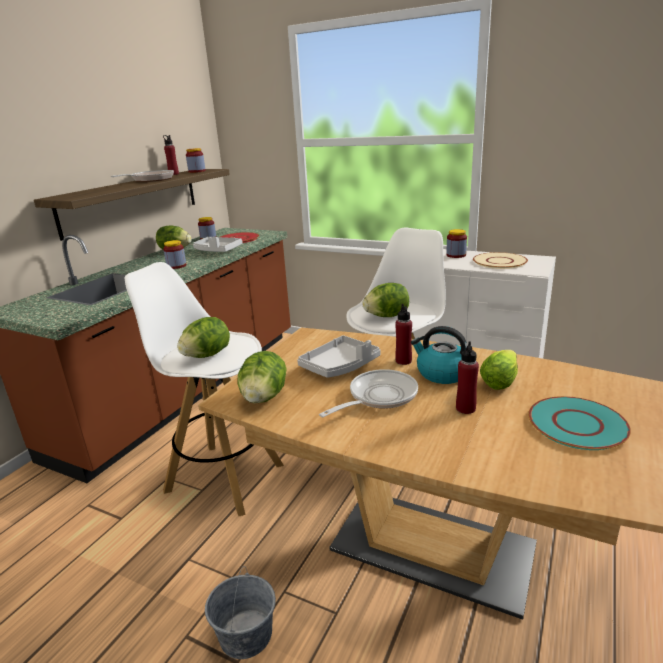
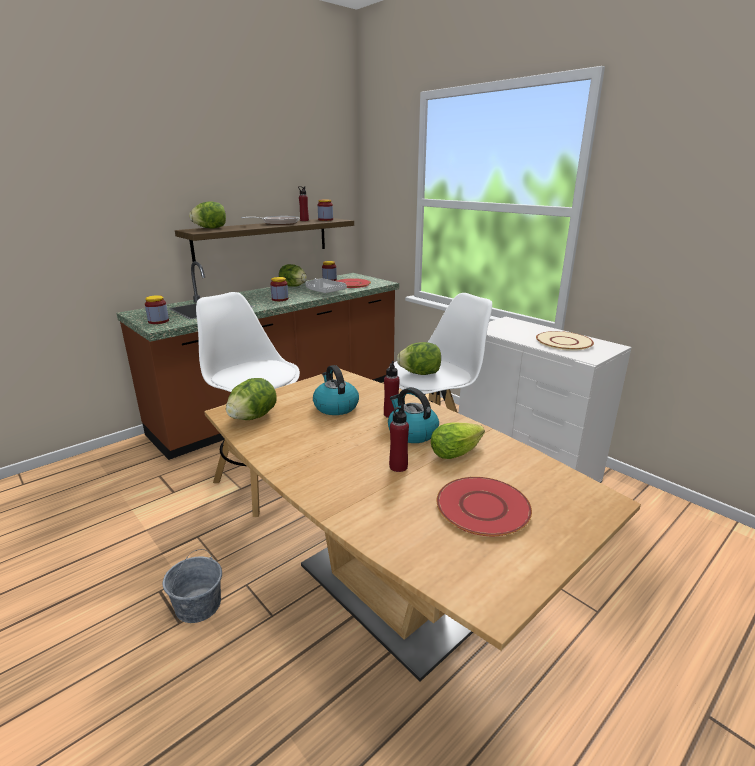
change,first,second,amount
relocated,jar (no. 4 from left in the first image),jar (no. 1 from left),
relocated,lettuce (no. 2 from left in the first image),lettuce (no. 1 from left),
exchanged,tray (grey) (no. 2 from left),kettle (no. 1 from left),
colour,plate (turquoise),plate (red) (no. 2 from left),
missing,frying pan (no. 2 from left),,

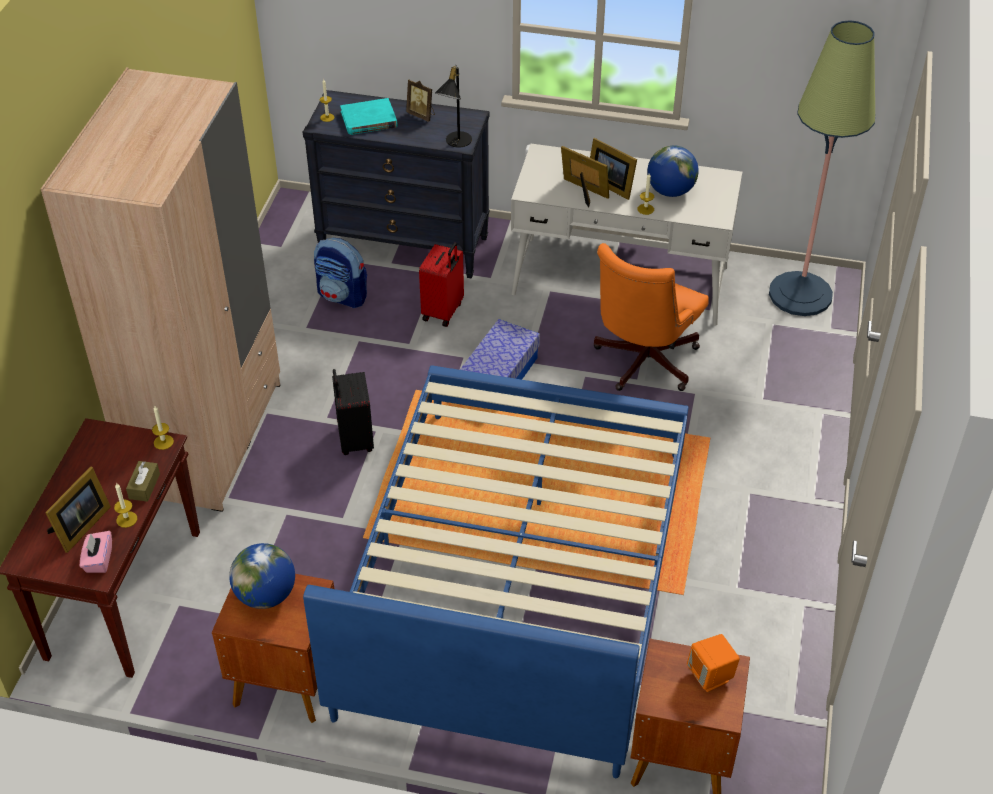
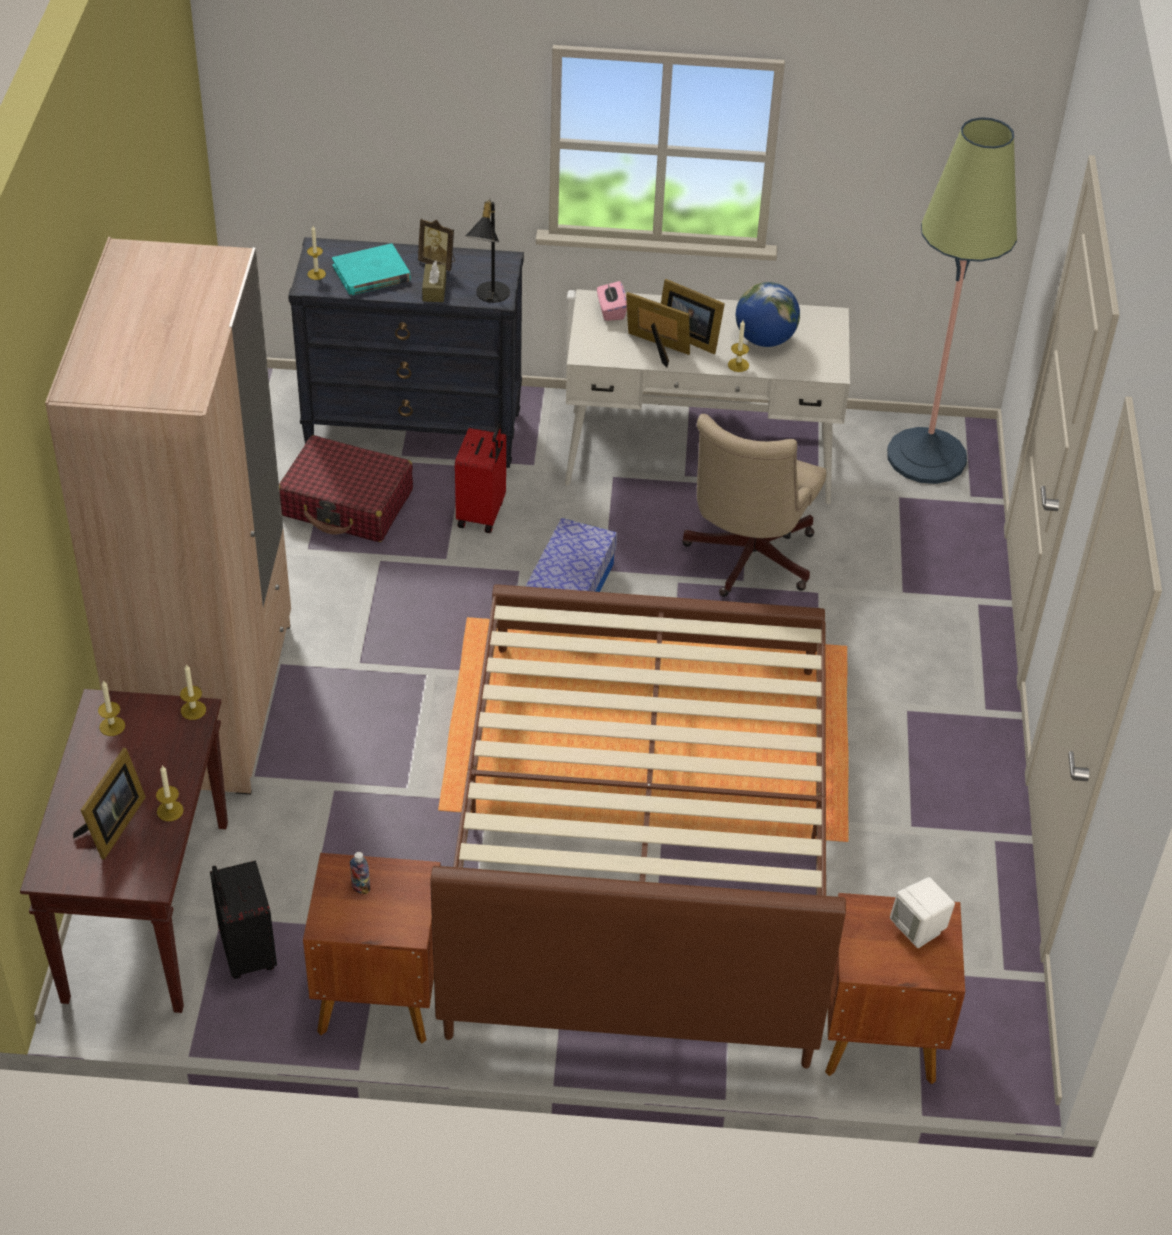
change,first,second,amount
appeared,,candle (no. 1 from left),
relocated,suitcase (black),,
exchanged,backpack,suitcase (red) (no. 1 from left),
exchanged,globe (no. 1 from left),bottle,
relocated,tissue box (brown),,
colour,bed (blue),bed (brown),
relocated,tissue box (pink),,
colour,office chair (orange),office chair (beige),
colour,speaker (orange),speaker (white),

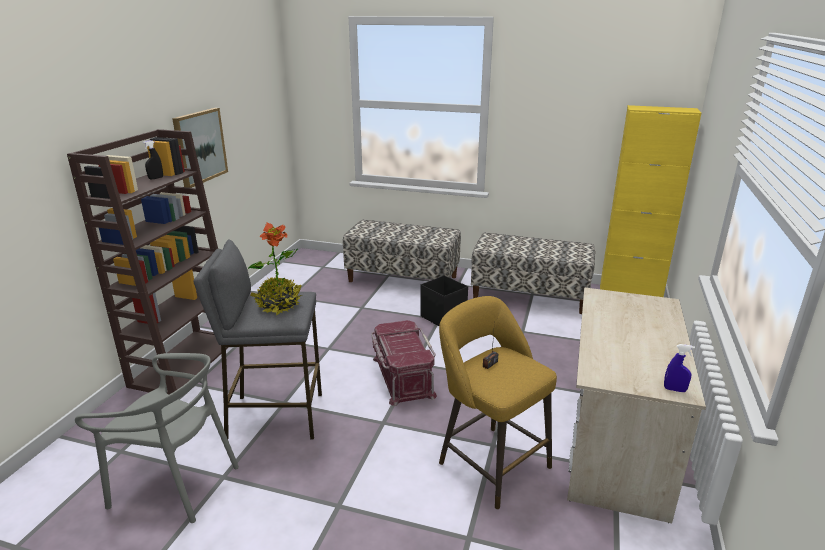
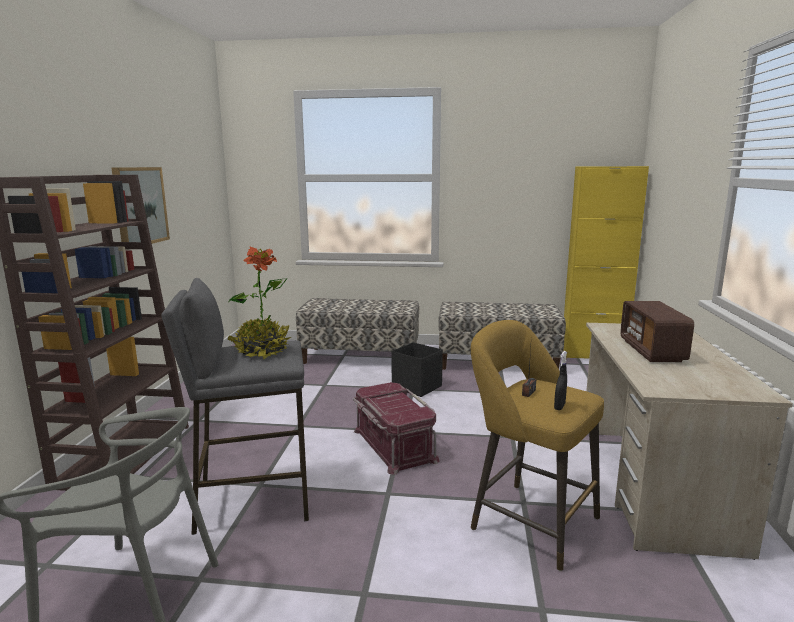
change,first,second,amount
relocated,spray bottle (black),,
appeared,,radio (no. 2 from left),
missing,spray bottle (blue),,

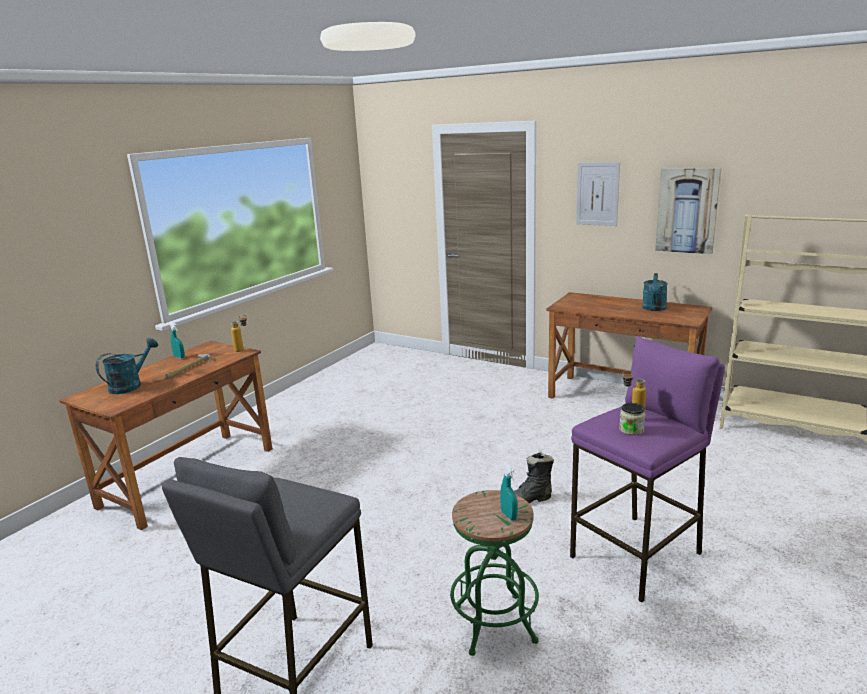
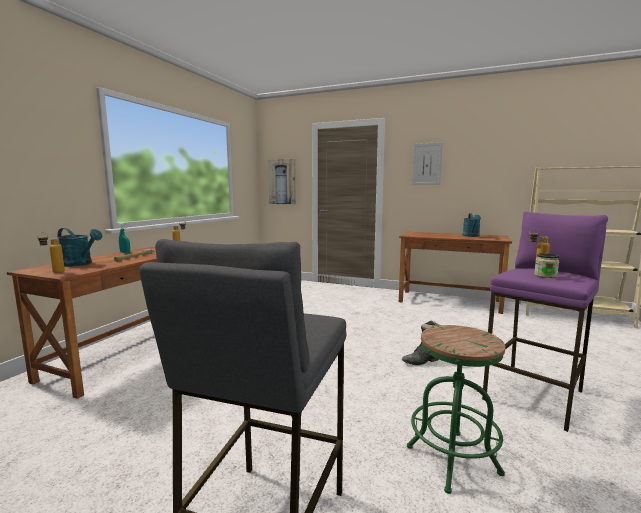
change,first,second,amount
appeared,,bottle (no. 1 from left),
spun,watering can (turquoise) (no. 1 from left),,90 degrees clockwise
relocated,picture (no. 2 from left in the first image),picture (no. 1 from left),
missing,spray bottle (turquoise) (no. 2 from left),,

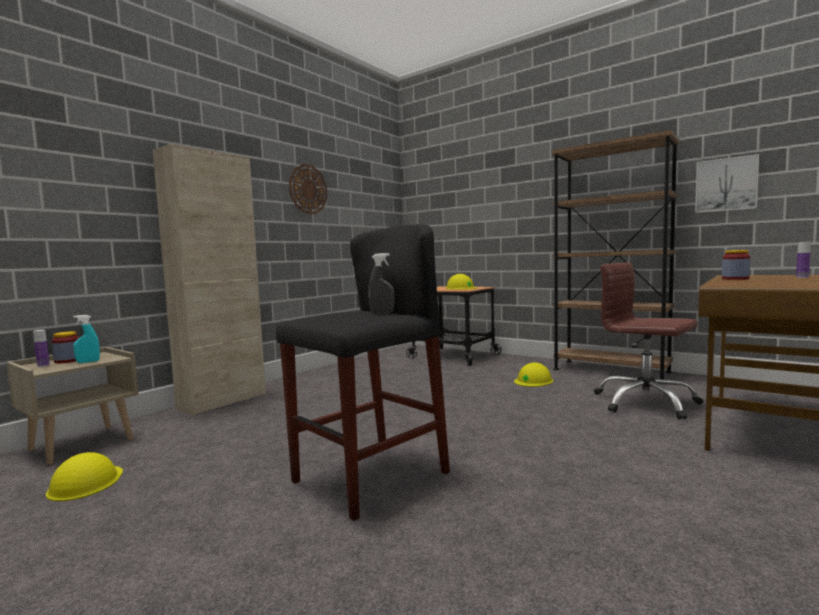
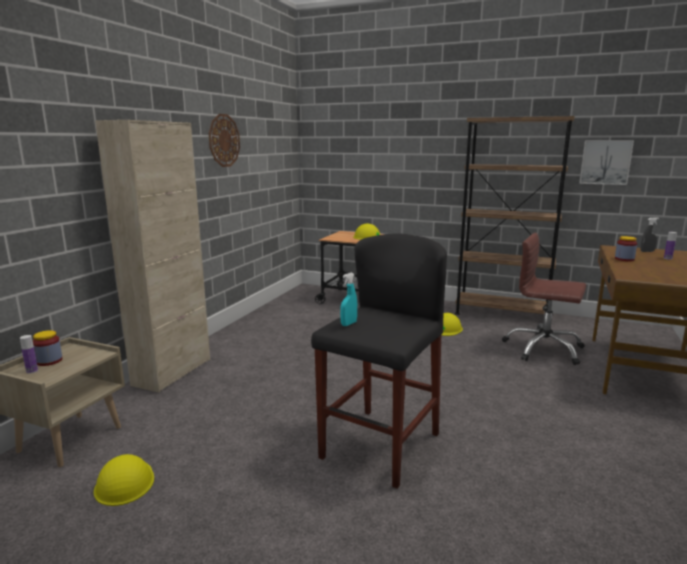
change,first,second,amount
relocated,spray bottle (turquoise),,
relocated,spray bottle (grey),,

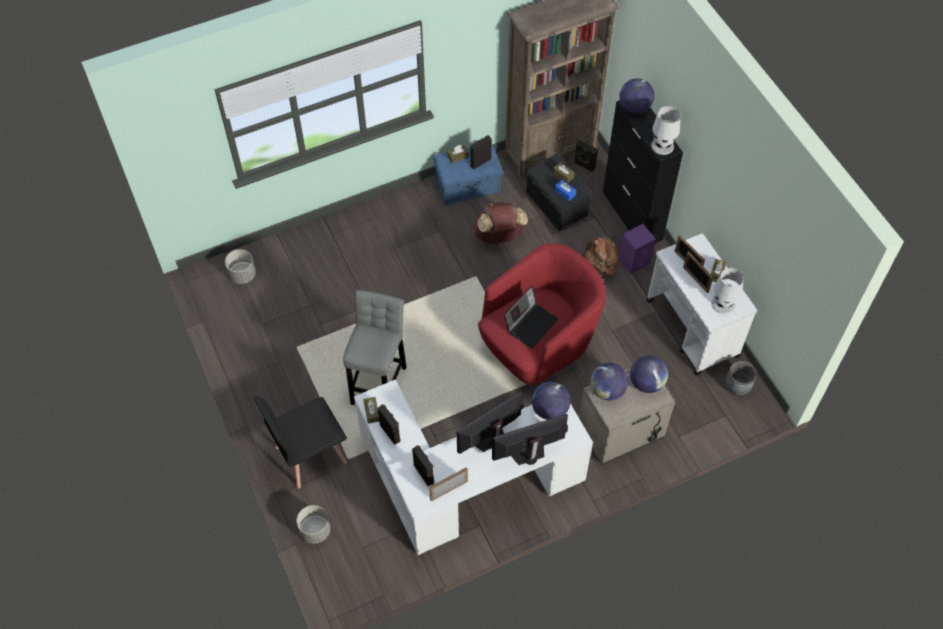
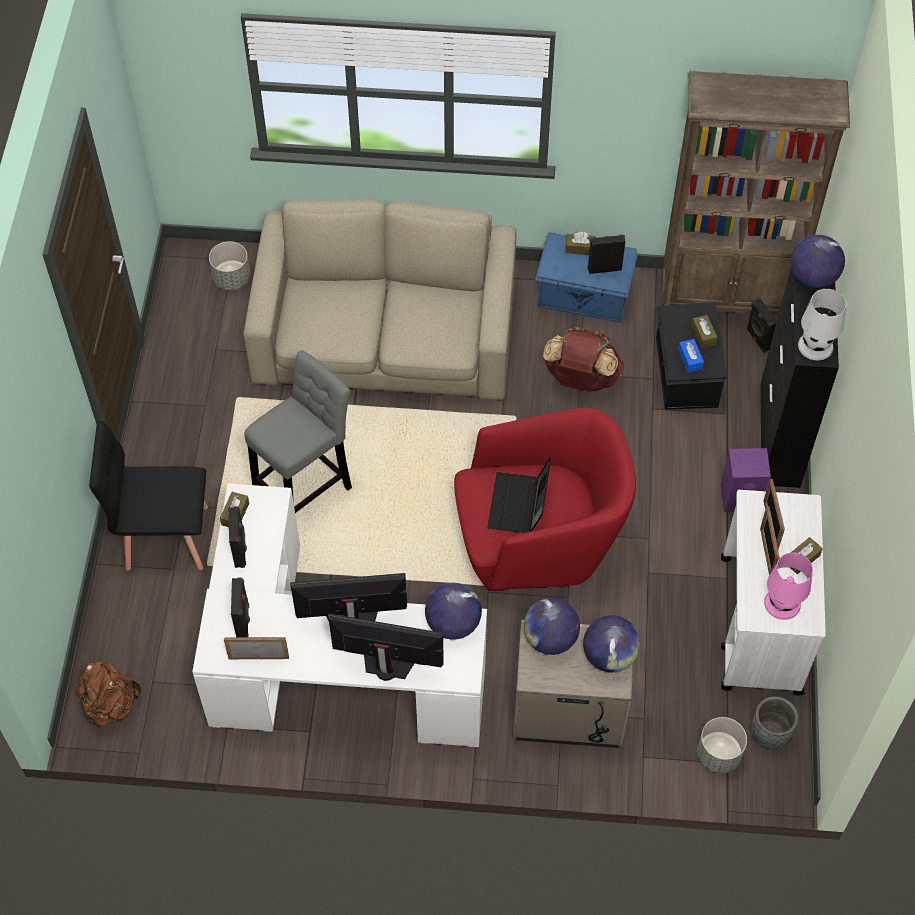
change,first,second,amount
relocated,backpack (brown) (no. 2 from left in the first image),backpack (brown) (no. 1 from left),
appeared,,sofa (beige),
spun,laptop,,120 degrees clockwise
relocated,planter (grey) (no. 2 from left),,
colour,table lamp (white) (no. 2 from left),table lamp (pink),

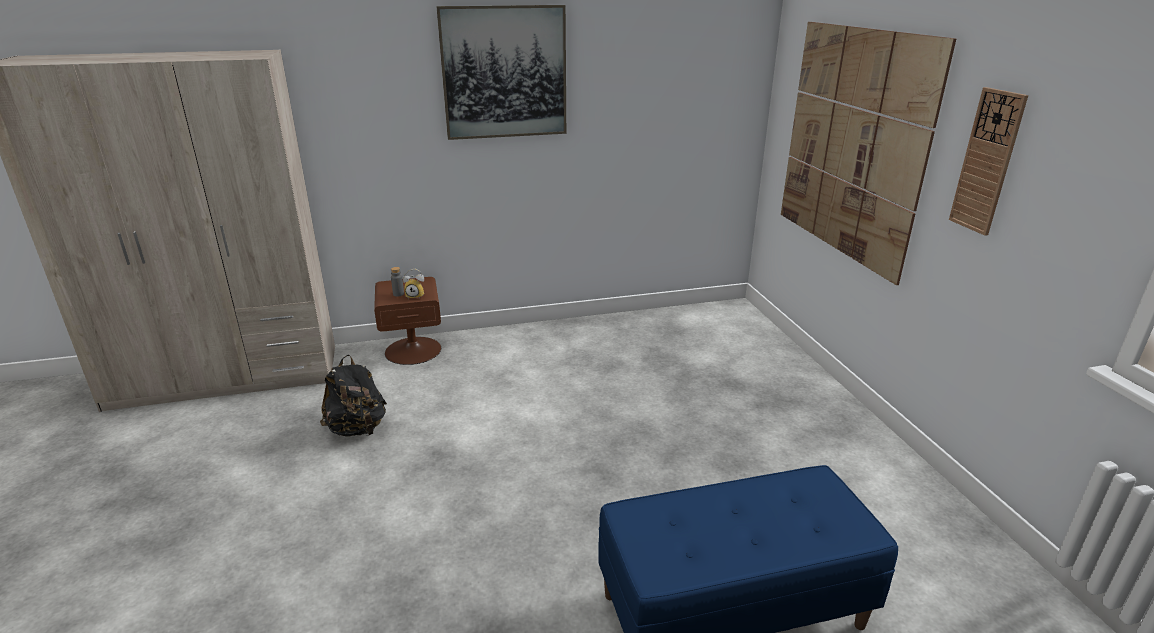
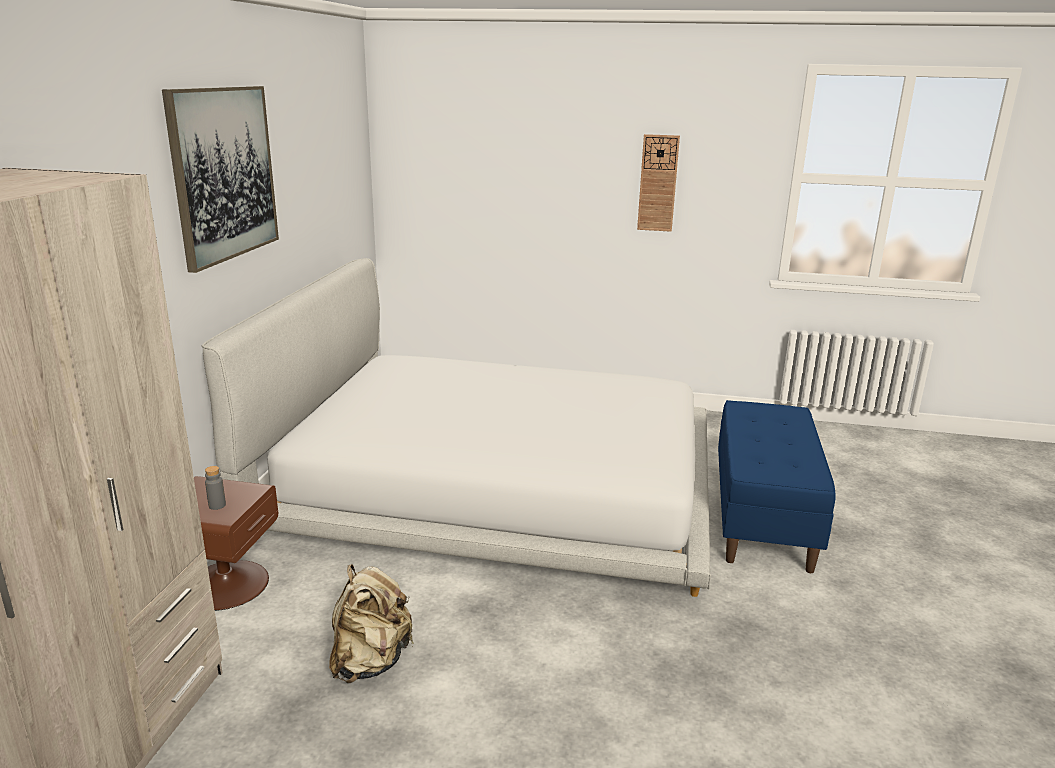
change,first,second,amount
appeared,,bed (white),
colour,backpack (black),backpack (beige),
missing,alarm clock,,
missing,picture (no. 2 from left),,

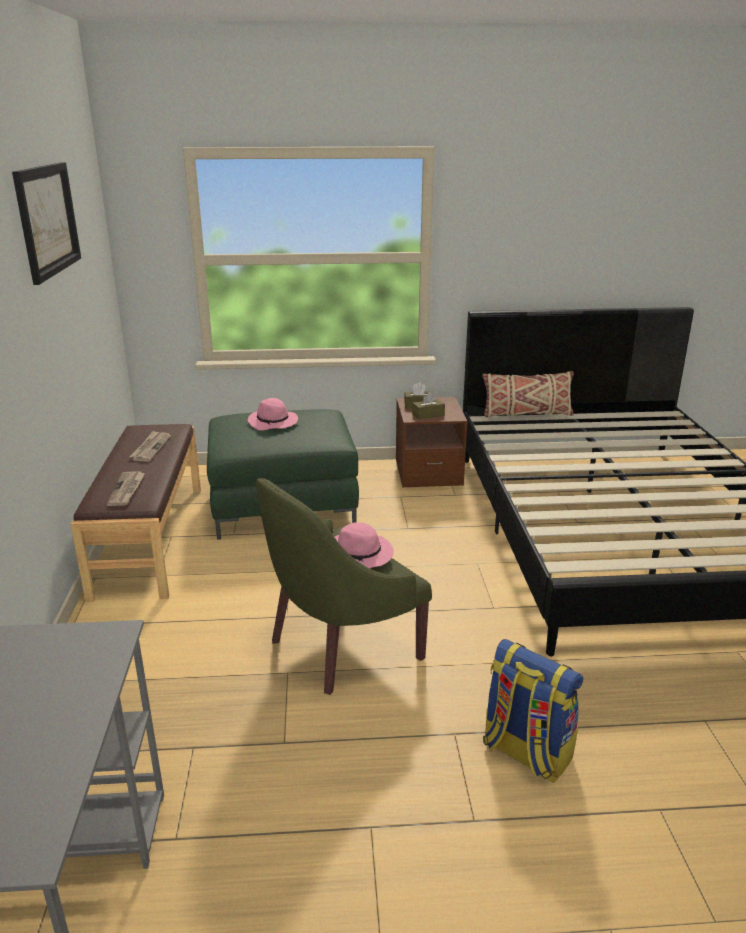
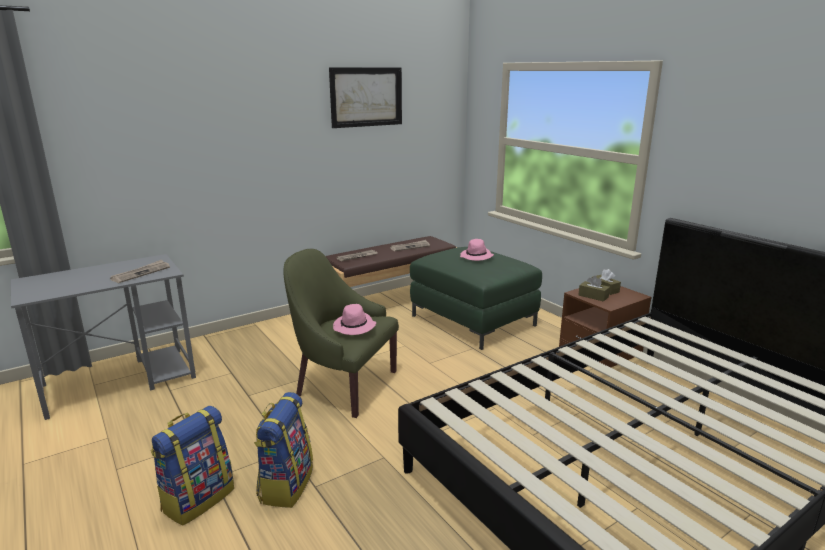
change,first,second,amount
appeared,,newspaper (no. 1 from left),
appeared,,backpack (no. 1 from left),
missing,pillow (beige),,

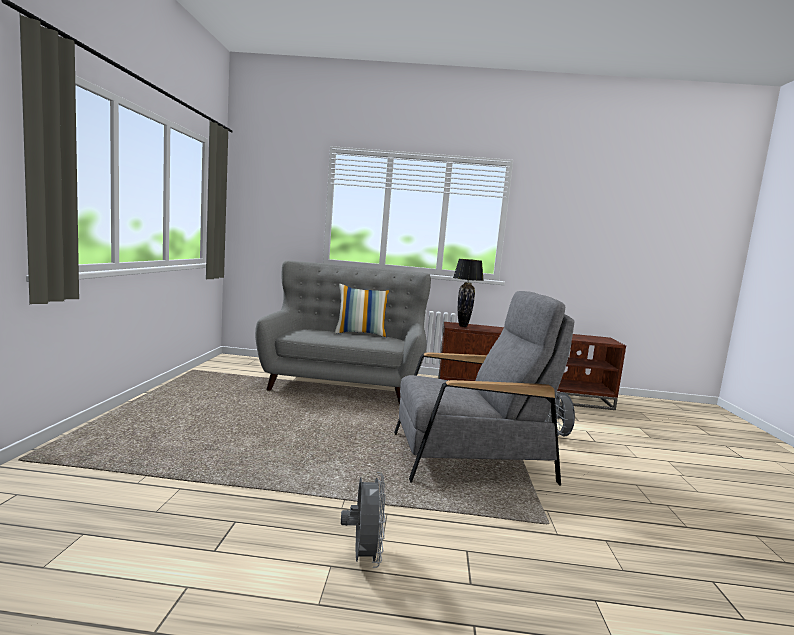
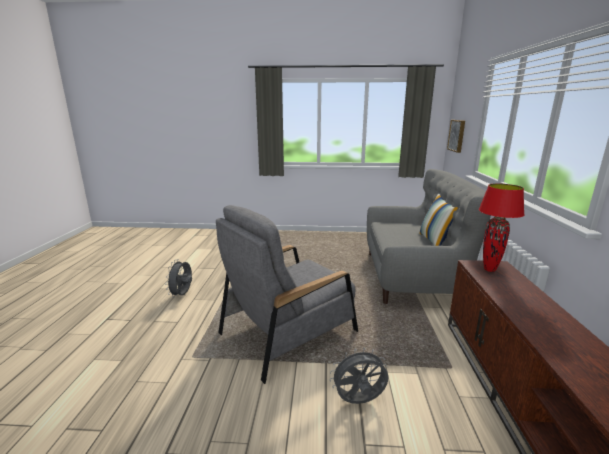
change,first,second,amount
spun,fan (grey) (no. 1 from left),,105 degrees clockwise
spun,armchair (grey),,60 degrees clockwise
appeared,,picture,
colour,table lamp (black),table lamp (red),

